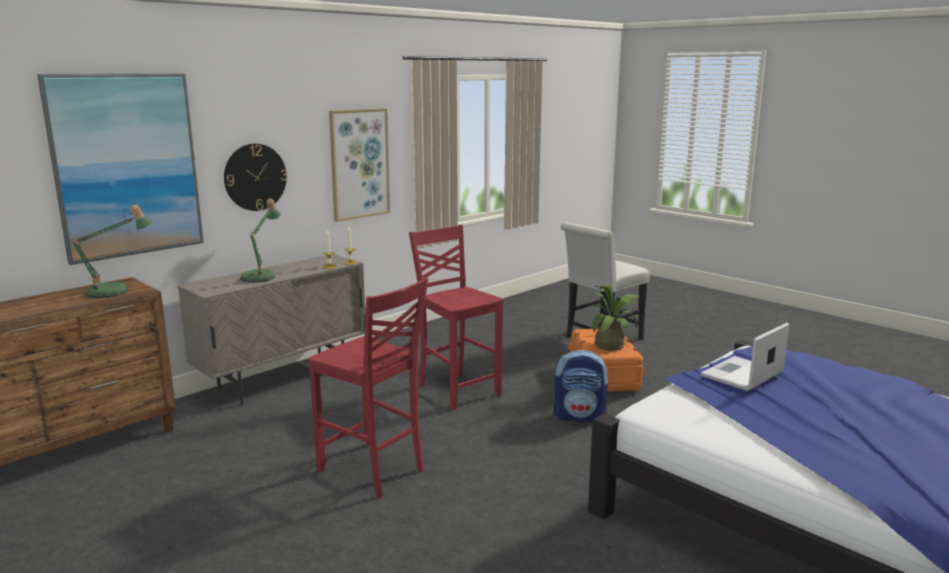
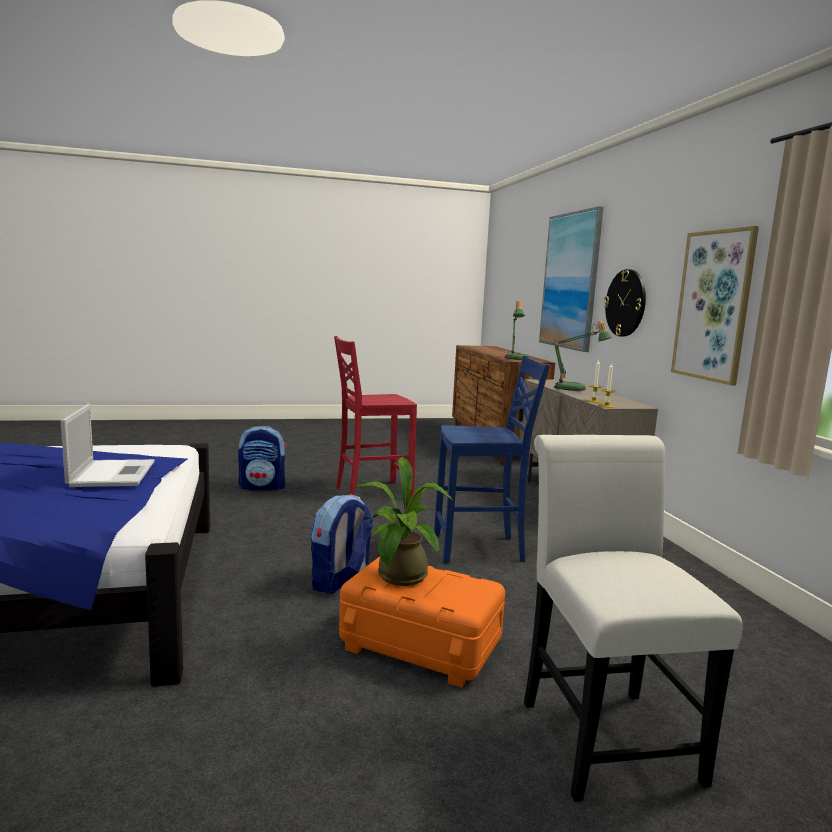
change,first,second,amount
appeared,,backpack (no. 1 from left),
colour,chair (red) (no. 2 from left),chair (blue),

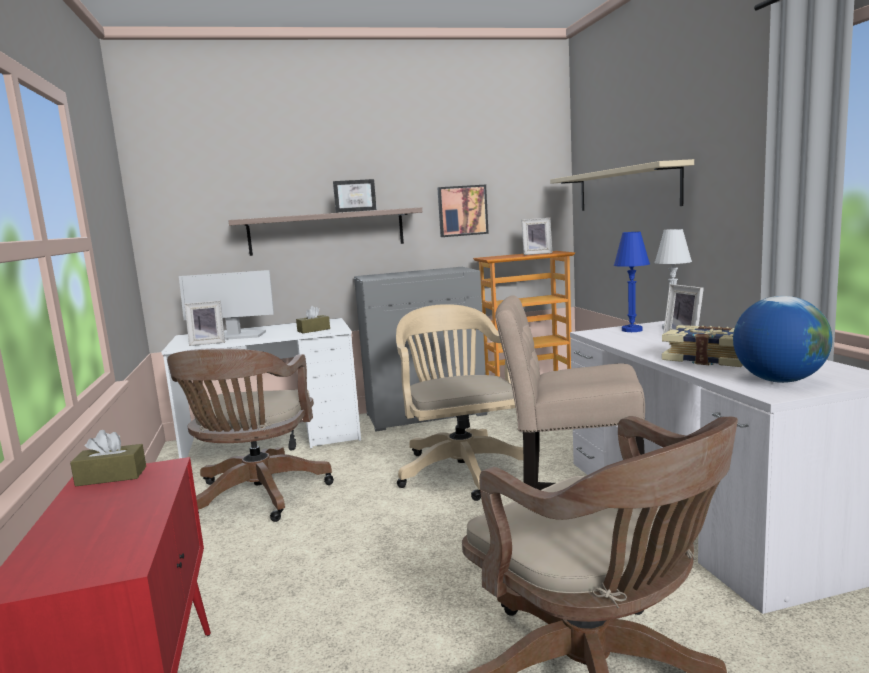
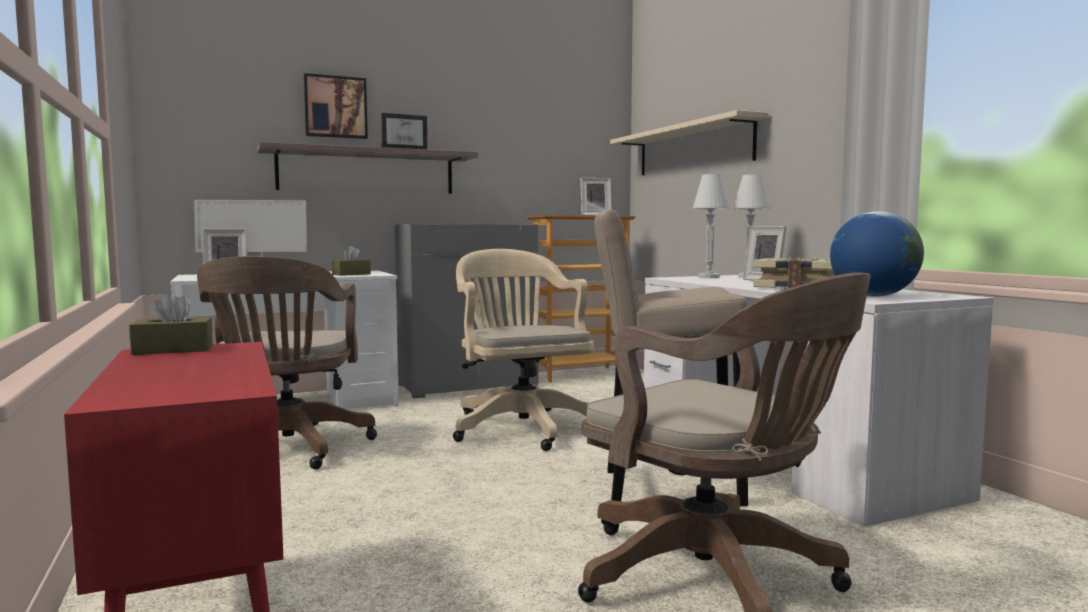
change,first,second,amount
relocated,picture,,
colour,table lamp (blue),table lamp (white) (no. 1 from left),

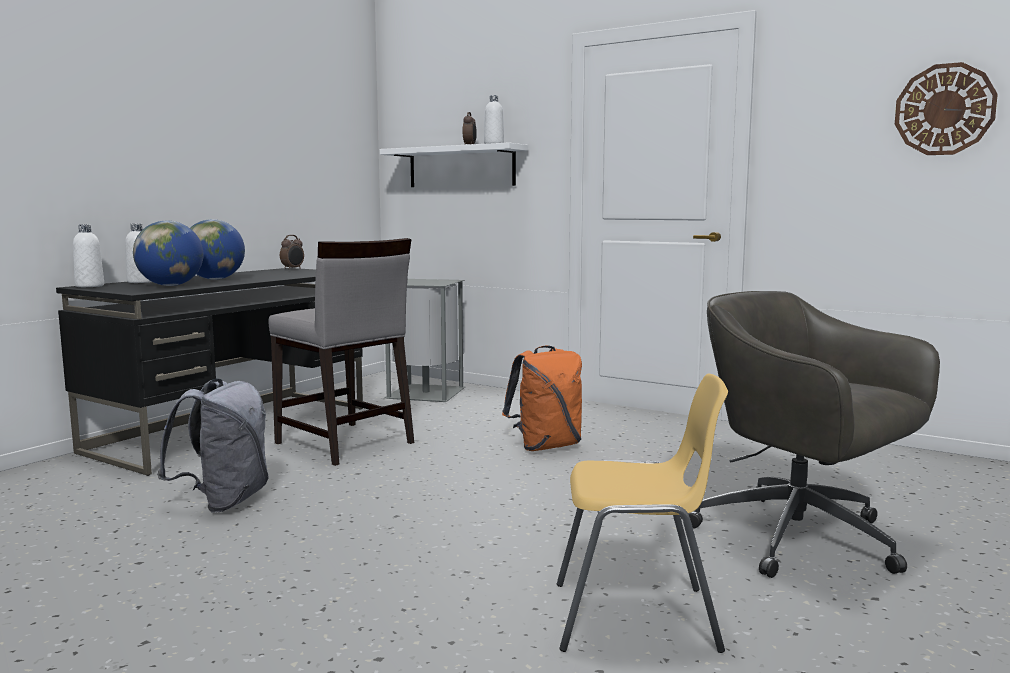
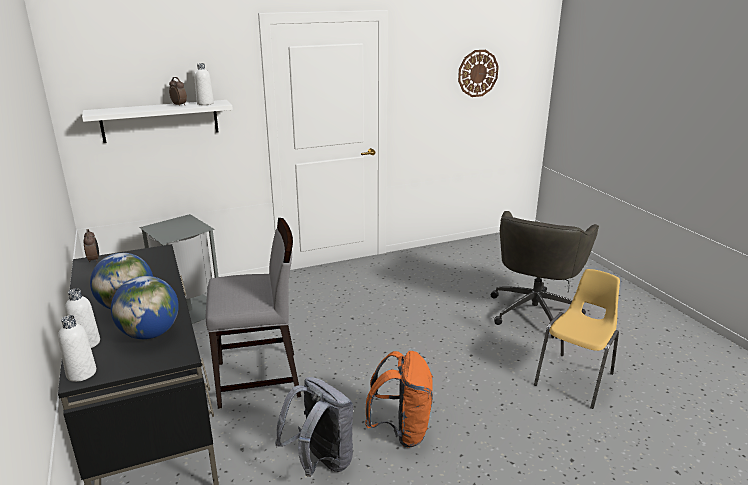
change,first,second,amount
relocated,backpack (orange),,
spun,office chair (grey),,60 degrees counterclockwise

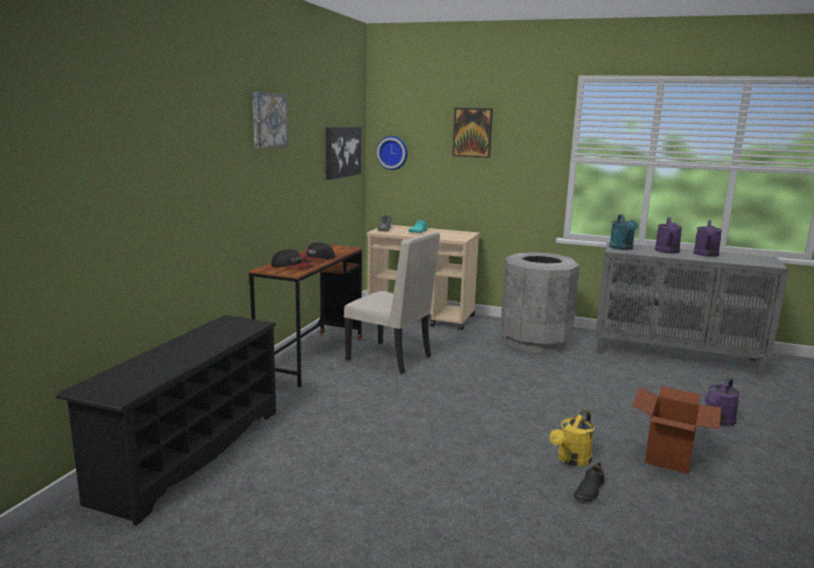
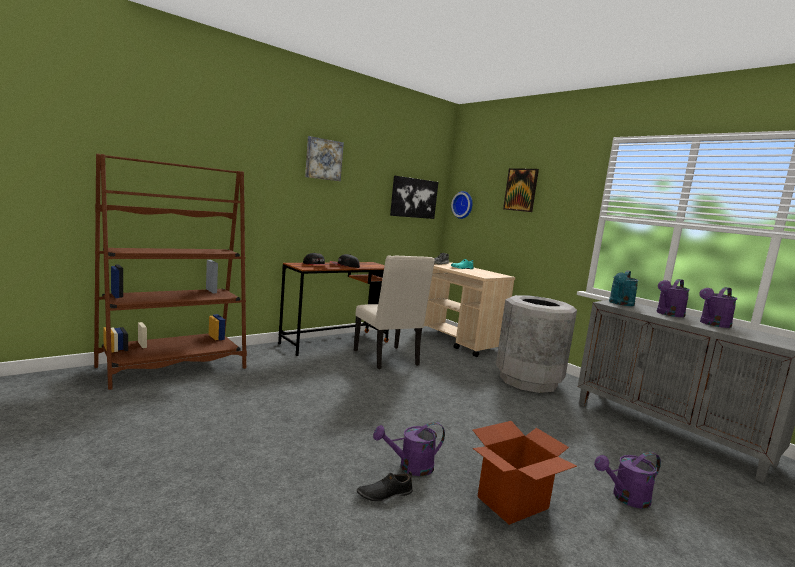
change,first,second,amount
exchanged,shoe rack (black),bookcase (brown),
colour,watering can (yellow),watering can (purple) (no. 1 from left),

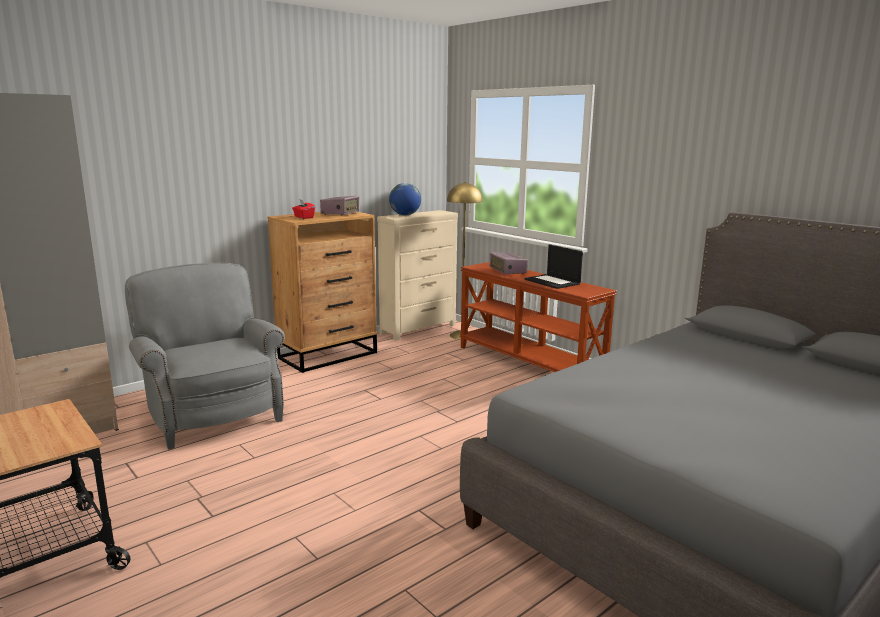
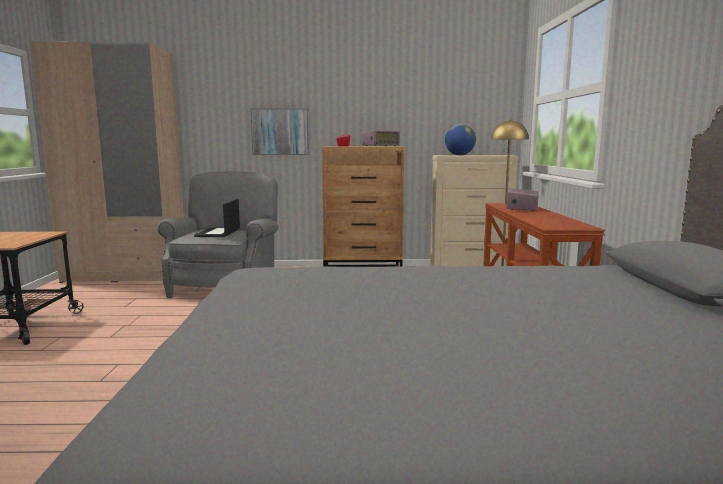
change,first,second,amount
relocated,laptop,,
appeared,,picture,

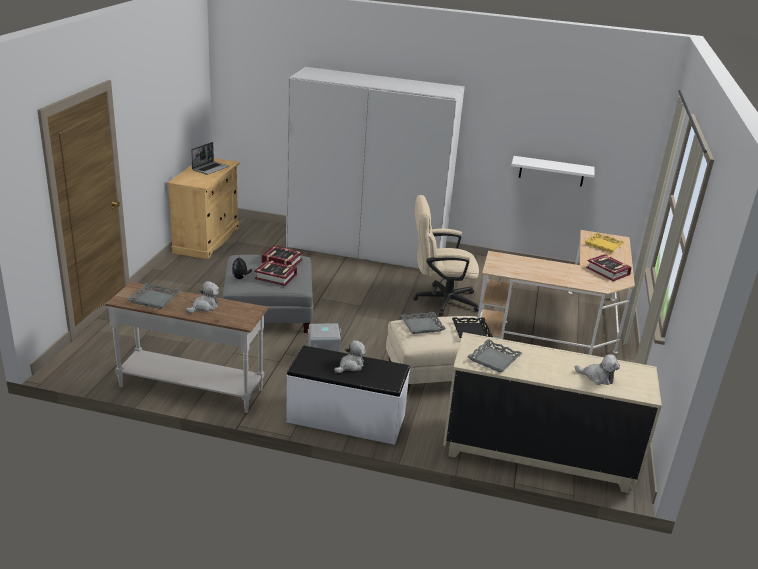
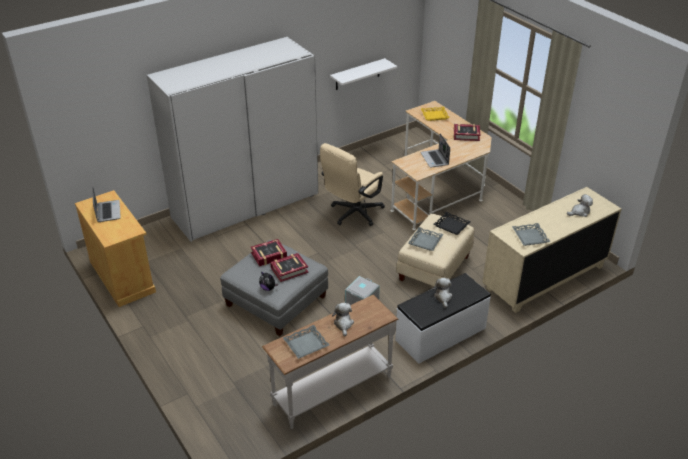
change,first,second,amount
appeared,,laptop (no. 2 from left),

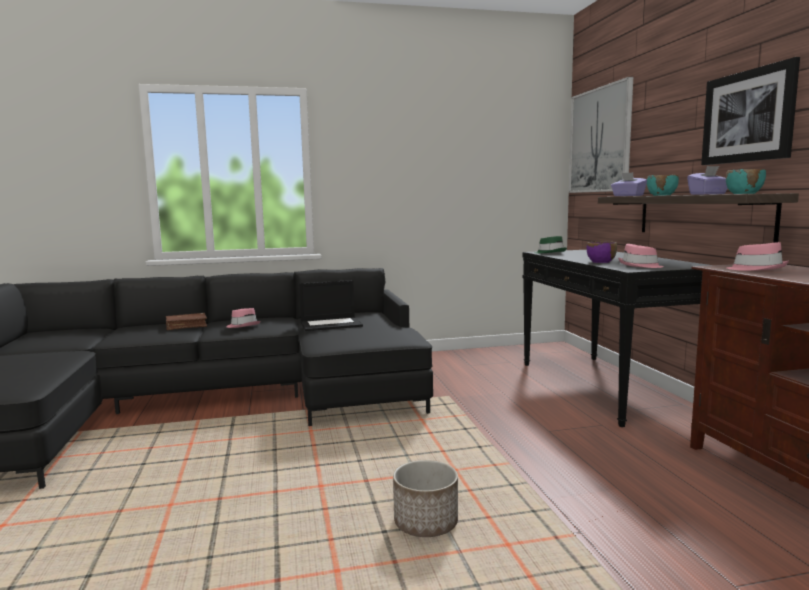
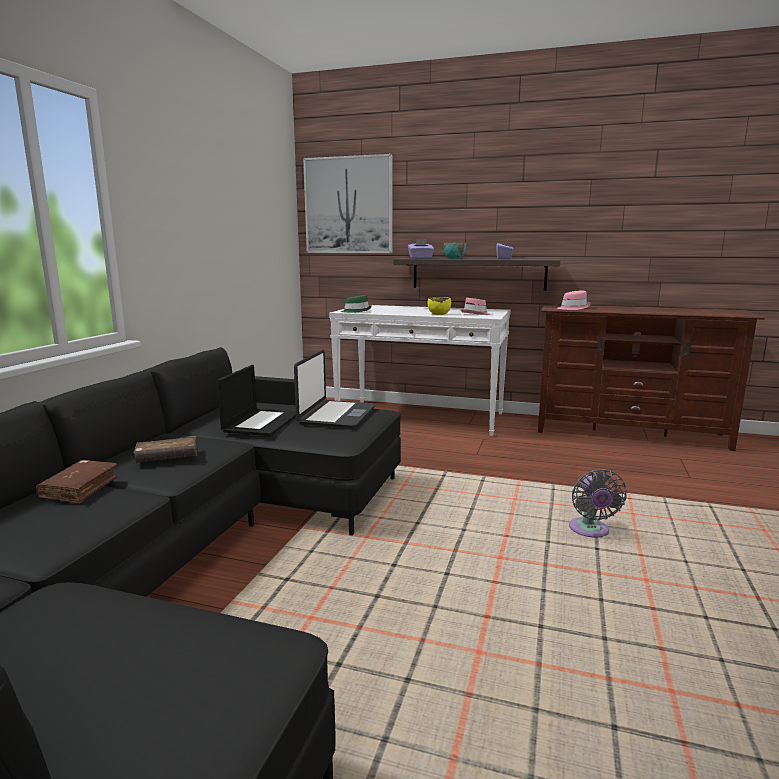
change,first,second,amount
exchanged,hat (pink) (no. 1 from left),book (brown) (no. 2 from left),
appeared,,laptop (no. 2 from left),
colour,console table (black),console table (white),
colour,bowl (purple),bowl (yellow),
exchanged,planter,fan (grey),
missing,picture (no. 2 from left),,
missing,bowl (turquoise) (no. 2 from left),,

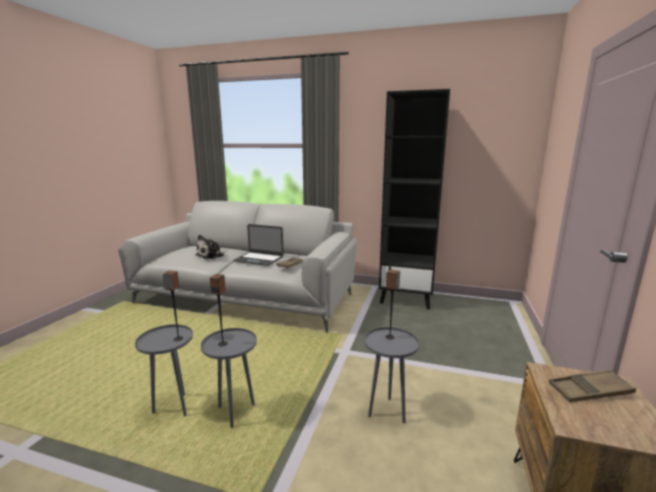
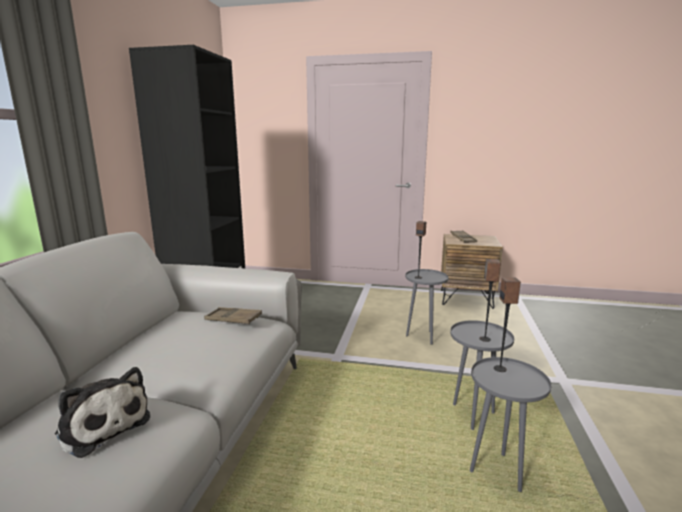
change,first,second,amount
missing,laptop,,

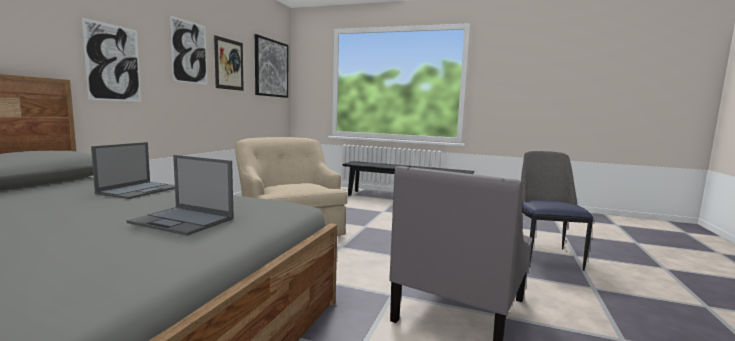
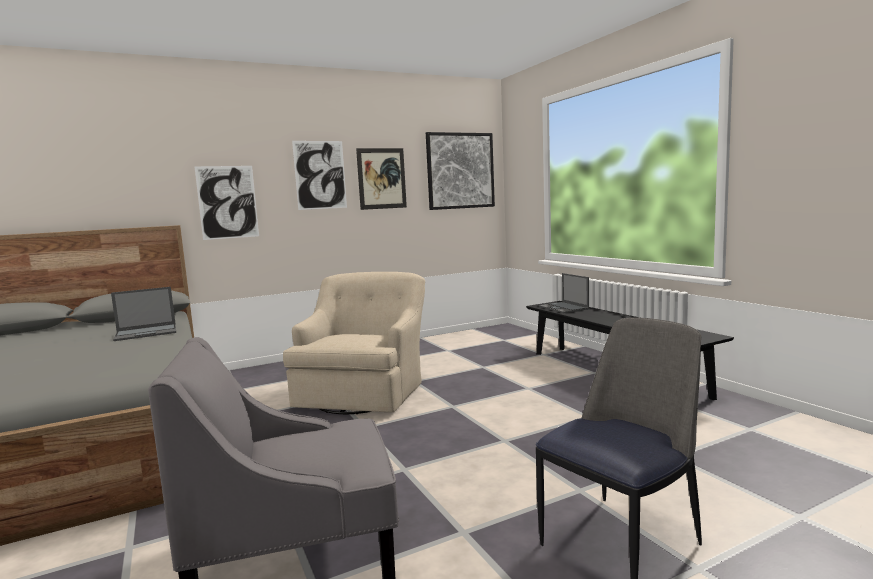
change,first,second,amount
relocated,laptop (no. 2 from left),,

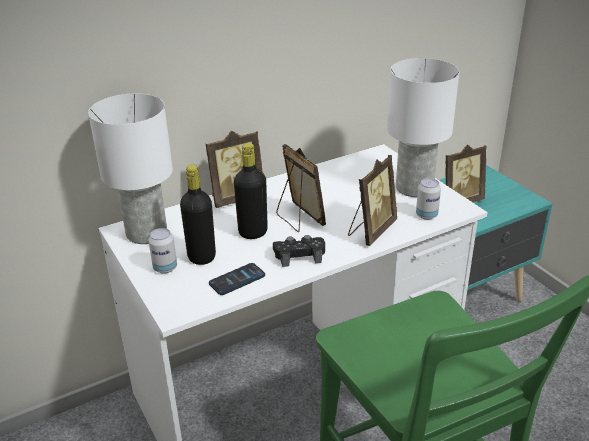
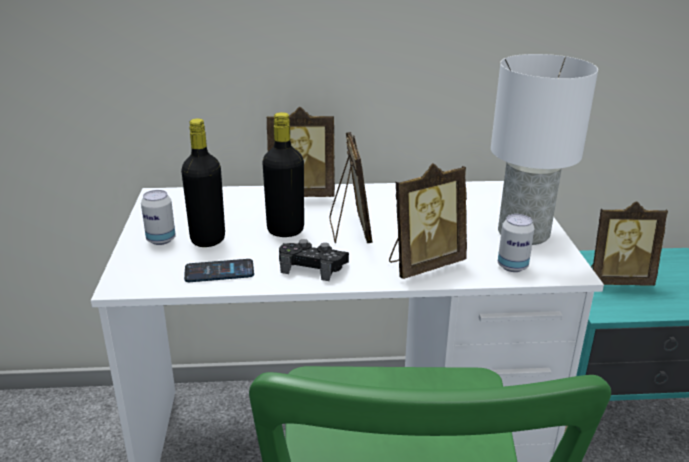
change,first,second,amount
missing,table lamp (white) (no. 1 from left),,

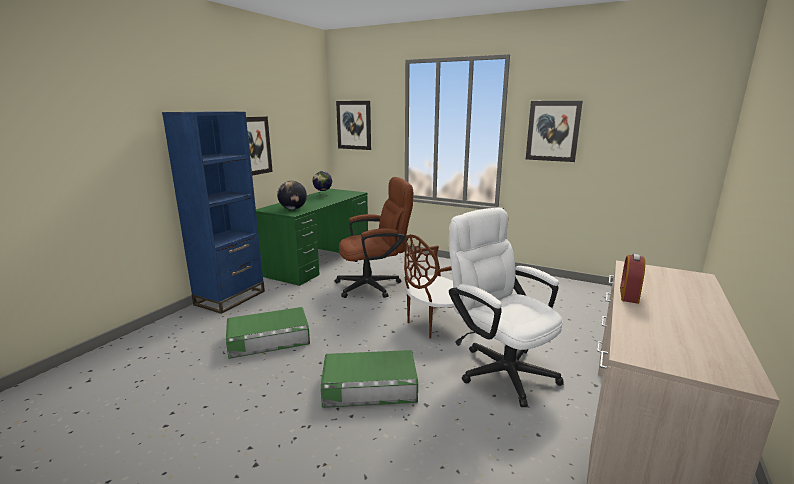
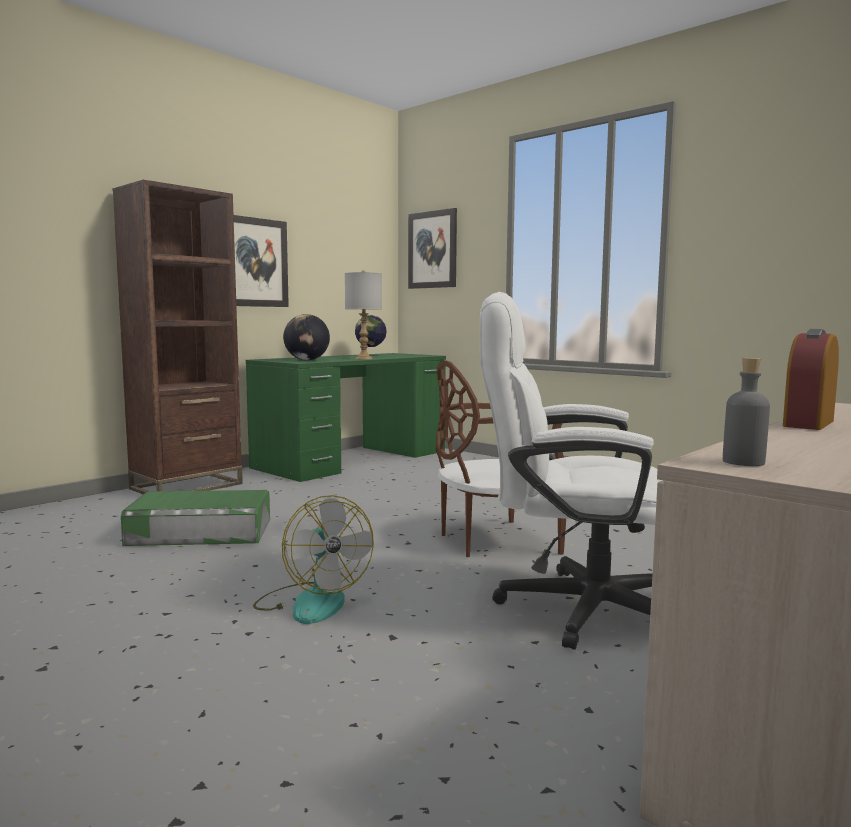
change,first,second,amount
colour,bookcase (blue),bookcase (brown),
exchanged,storage box (green) (no. 2 from left),fan,
appeared,,table lamp (grey),
spun,office chair (white),,60 degrees counterclockwise
appeared,,bottle (grey),
missing,office chair (brown),,
missing,picture (no. 3 from left),,

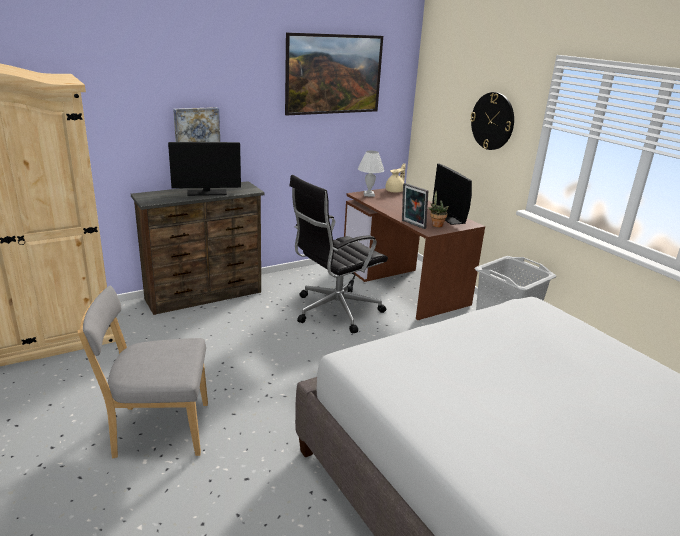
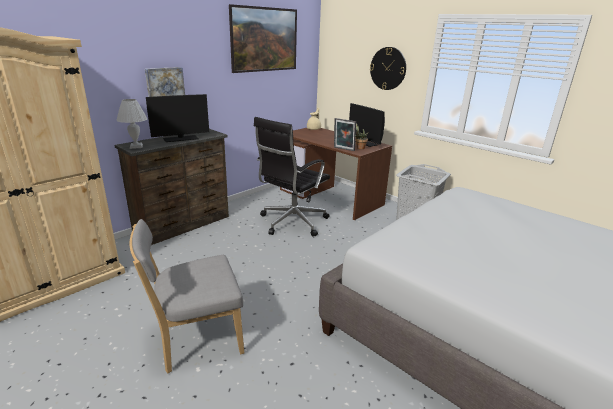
change,first,second,amount
relocated,table lamp (white),,

